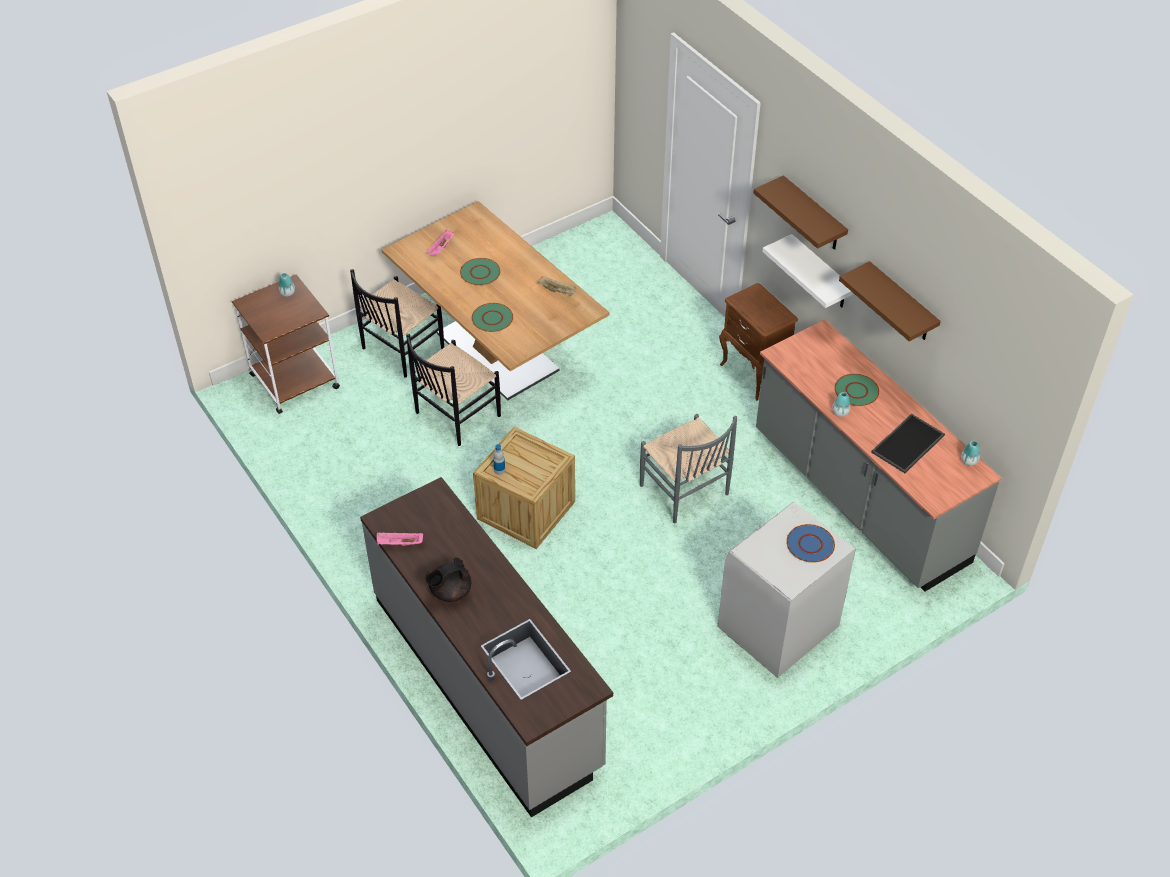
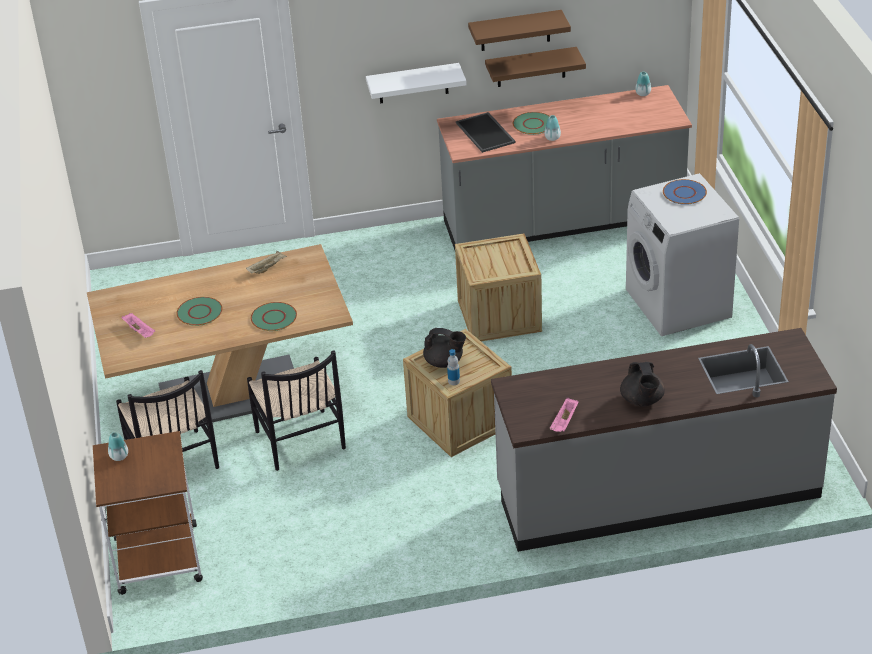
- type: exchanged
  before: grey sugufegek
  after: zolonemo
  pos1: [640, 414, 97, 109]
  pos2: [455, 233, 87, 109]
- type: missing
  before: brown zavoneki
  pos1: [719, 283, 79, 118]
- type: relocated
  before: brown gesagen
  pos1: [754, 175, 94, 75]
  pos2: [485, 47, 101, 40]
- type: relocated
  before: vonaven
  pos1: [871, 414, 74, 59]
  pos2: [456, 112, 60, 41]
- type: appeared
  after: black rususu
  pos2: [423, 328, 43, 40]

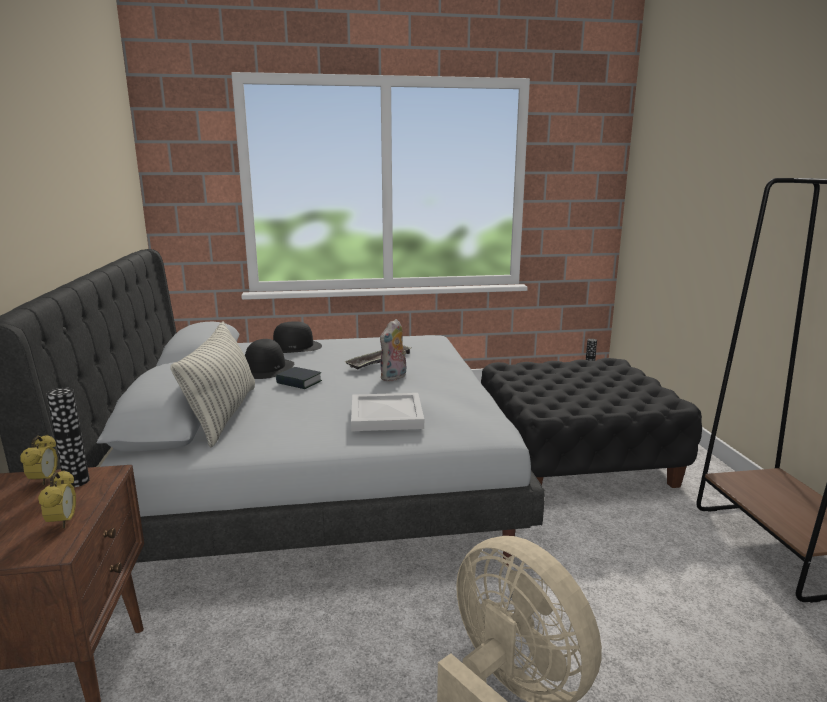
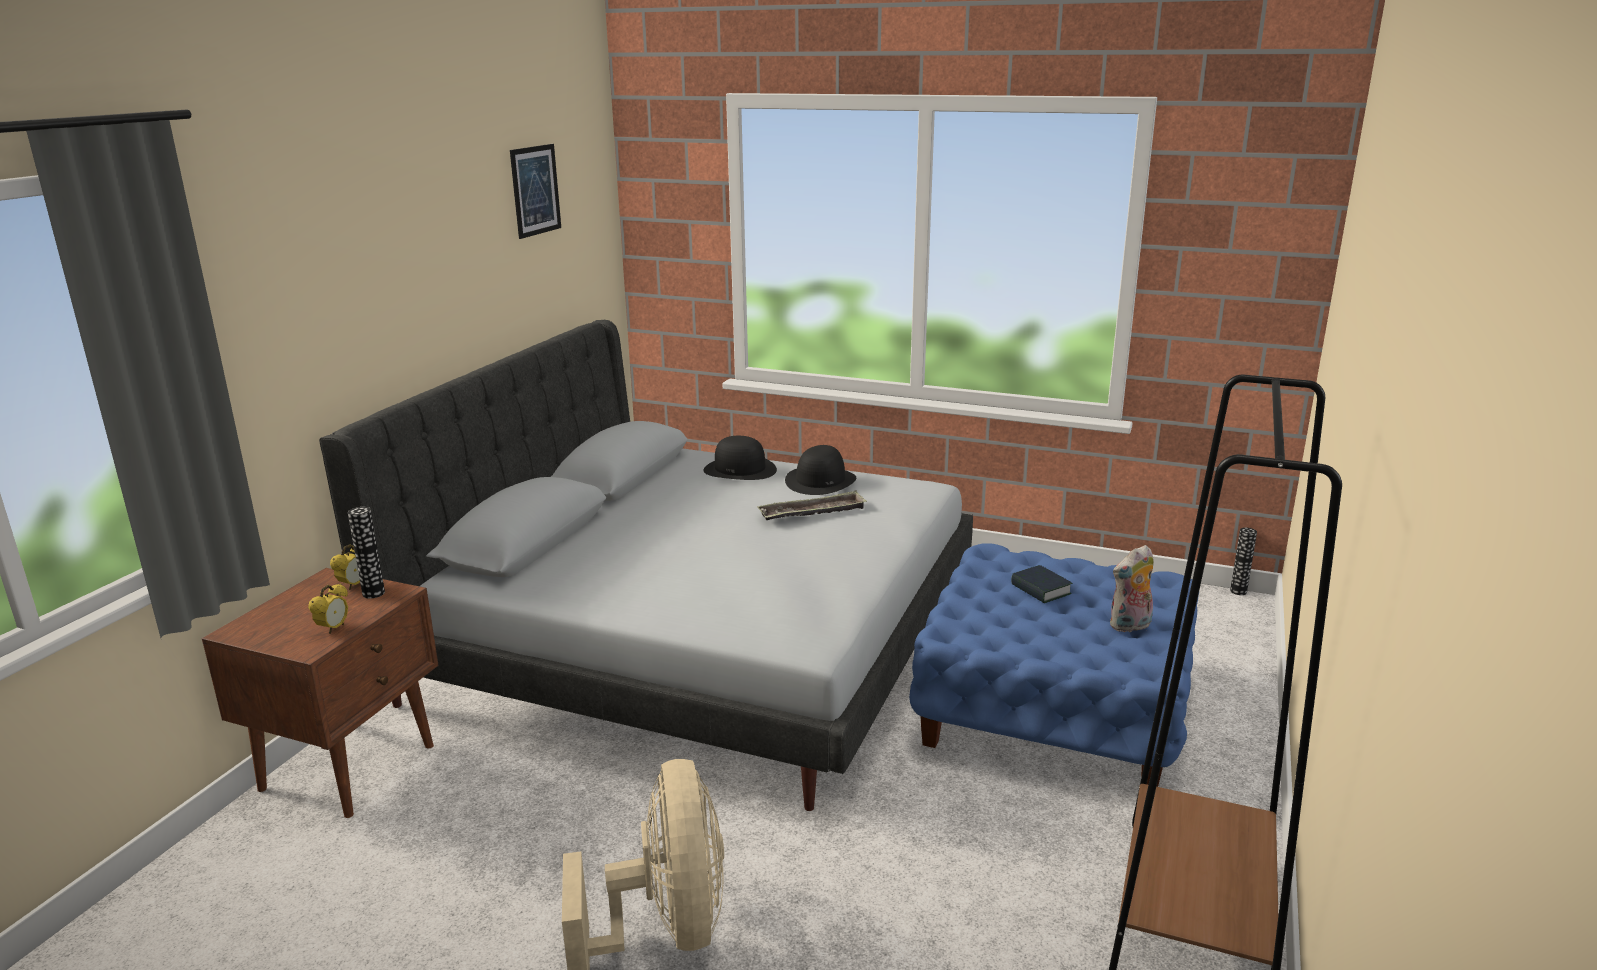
- type: missing
  before: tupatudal
  pos1: [170, 321, 85, 126]
- type: relocated
  before: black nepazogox
  pos1: [245, 339, 49, 40]
  pos2: [785, 445, 71, 50]
- type: relocated
  before: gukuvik
  pos1: [276, 367, 46, 22]
  pos2: [1011, 565, 61, 38]
- type: missing
  before: white vonaven
  pos1: [351, 393, 73, 38]
- type: relocated
  before: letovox
  pos1: [380, 319, 26, 63]
  pos2: [1110, 545, 44, 87]
- type: colour
  before: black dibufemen
  after: blue dibufemen
  pos1: [481, 358, 221, 130]
  pos2: [909, 543, 290, 244]
- type: appeared
  after: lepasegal
  pos2: [510, 144, 51, 95]

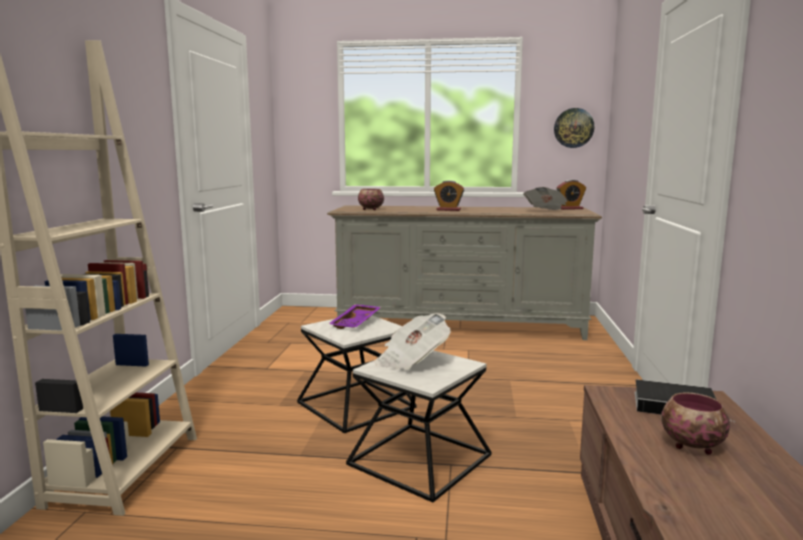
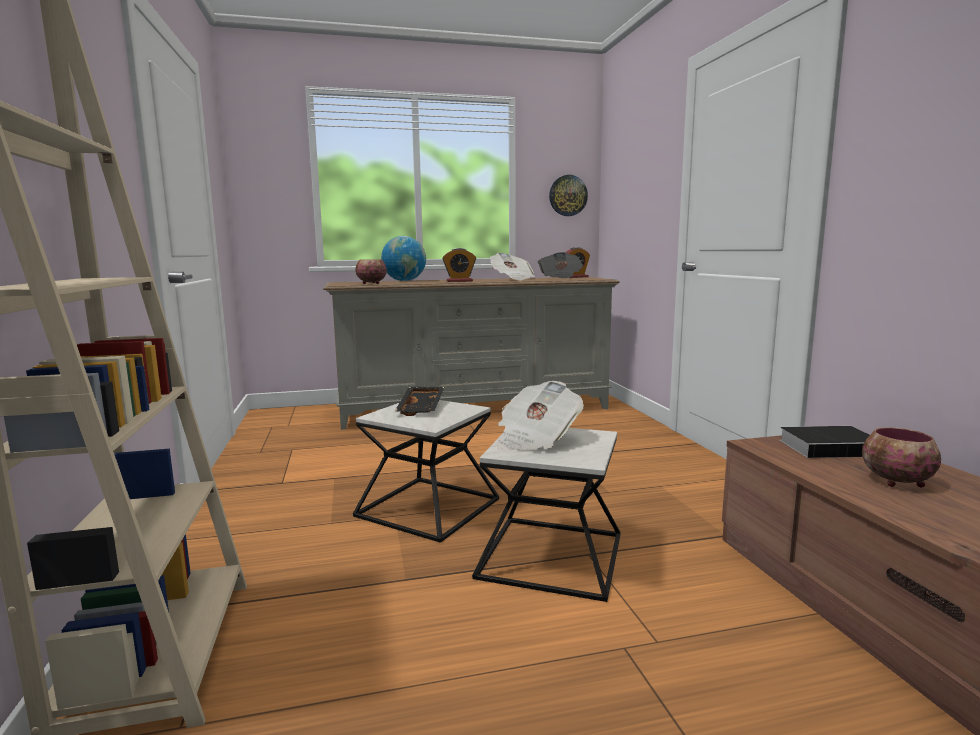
- type: colour
  before: purple vonaven
  after: black vonaven
  pos1: [329, 304, 52, 25]
  pos2: [394, 387, 50, 29]
- type: appeared
  after: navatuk
  pos2: [381, 236, 45, 45]
- type: appeared
  after: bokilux
  pos2: [490, 253, 45, 27]

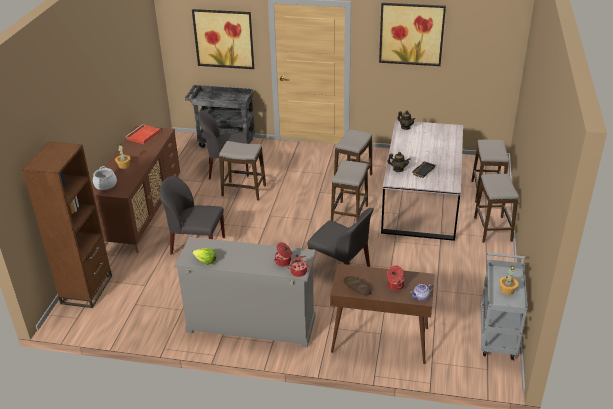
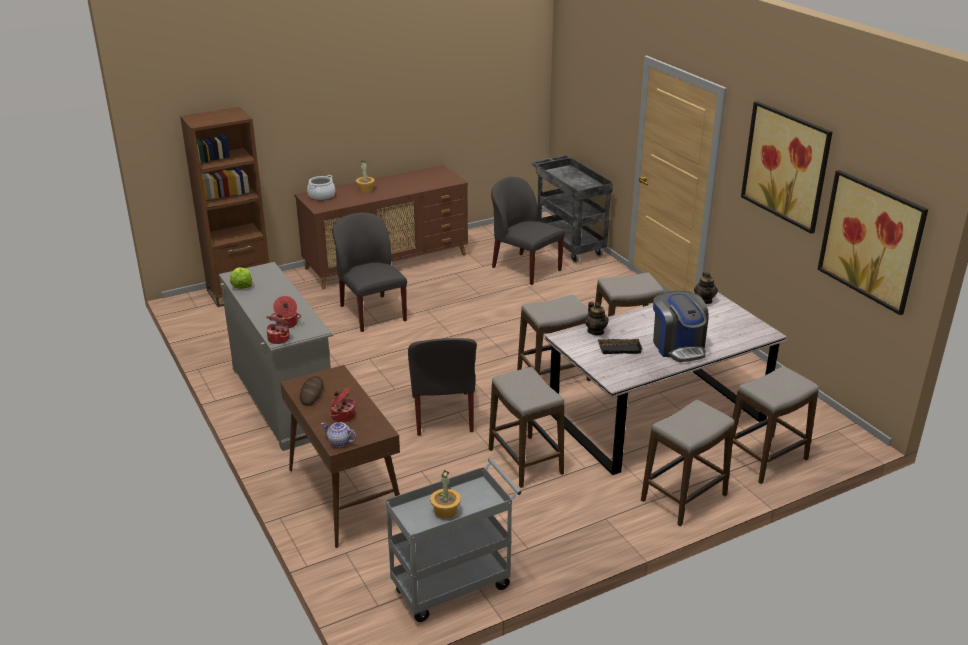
- type: missing
  before: red vonaven
  pos1: [126, 124, 35, 20]
- type: relocated
  before: lepasegal
  pos1: [192, 9, 62, 60]
  pos2: [818, 170, 110, 145]
- type: relocated
  before: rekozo
  pos1: [219, 141, 47, 59]
  pos2: [489, 367, 75, 121]
- type: appeared
  after: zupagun
  pos2: [653, 291, 56, 71]

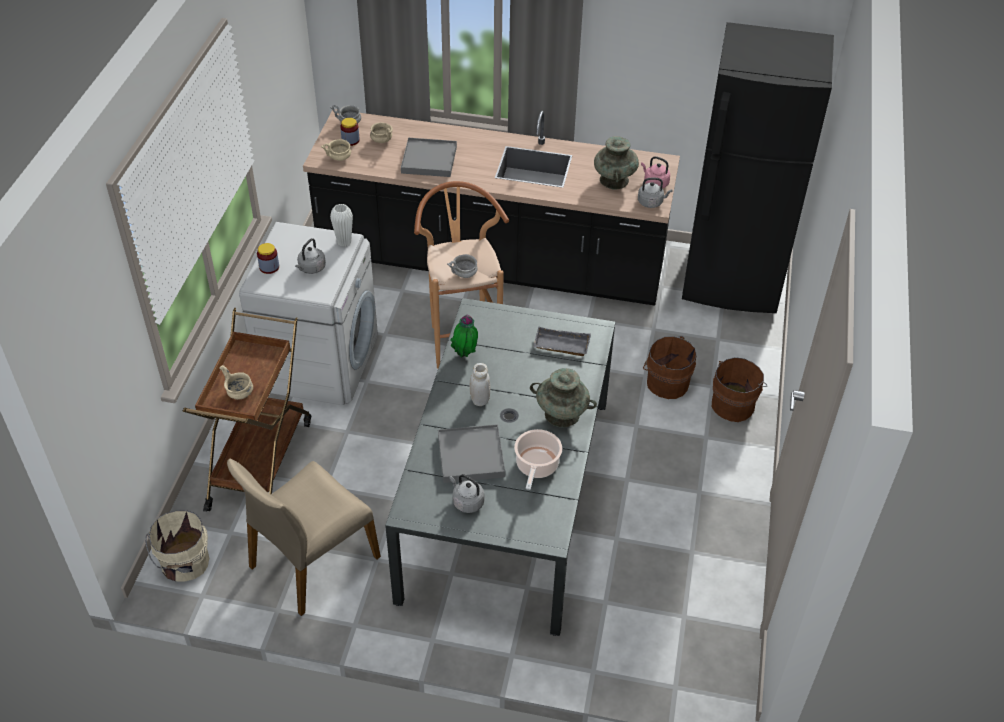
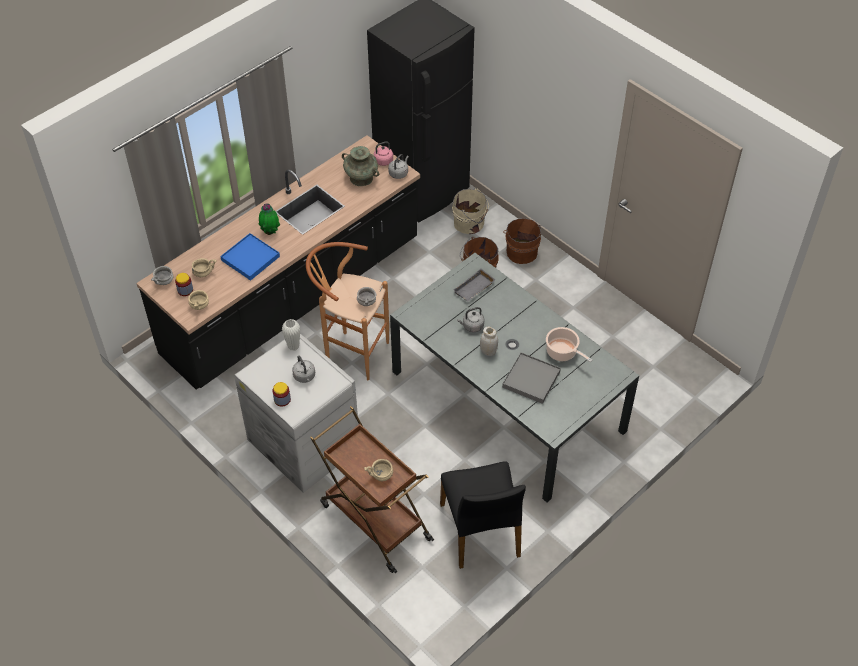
- type: relocated
  before: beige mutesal
  pos1: [145, 511, 64, 70]
  pos2: [452, 188, 37, 46]
- type: colour
  before: beige sugufegek
  after: black sugufegek
  pos1: [227, 459, 154, 157]
  pos2: [440, 461, 86, 108]
- type: colour
  before: grey vonaven
  after: blue vonaven
  pos1: [401, 138, 56, 39]
  pos2: [220, 233, 60, 48]
- type: relocated
  before: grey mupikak
  pos1: [449, 474, 36, 39]
  pos2: [457, 307, 27, 25]
- type: relocated
  before: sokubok
  pos1: [450, 314, 28, 44]
  pos2: [259, 203, 21, 32]
- type: missing
  before: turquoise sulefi
  pos1: [530, 368, 67, 60]

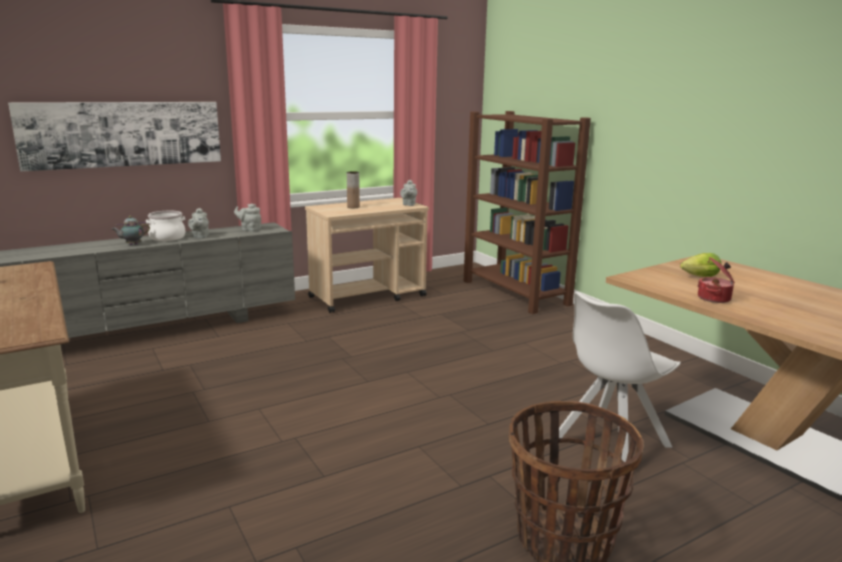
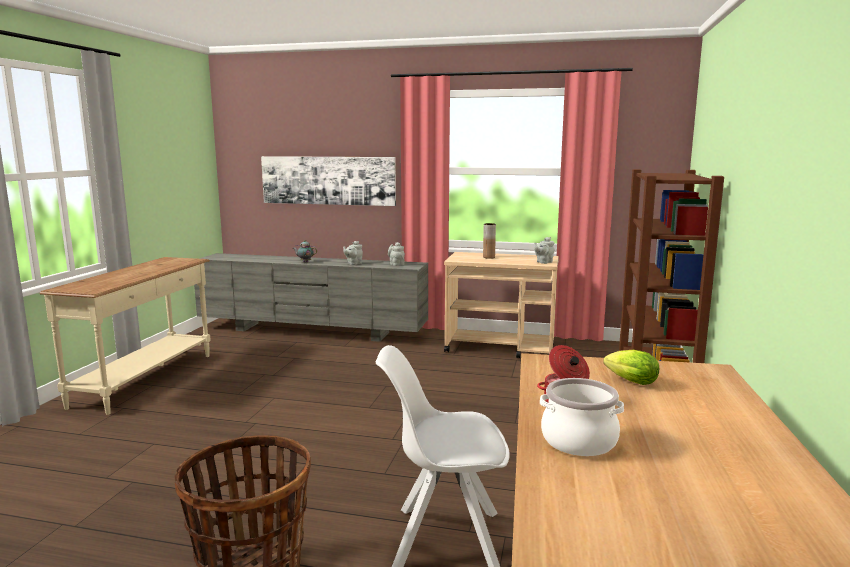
- type: relocated
  before: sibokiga
  pos1: [146, 211, 39, 30]
  pos2: [540, 378, 84, 78]

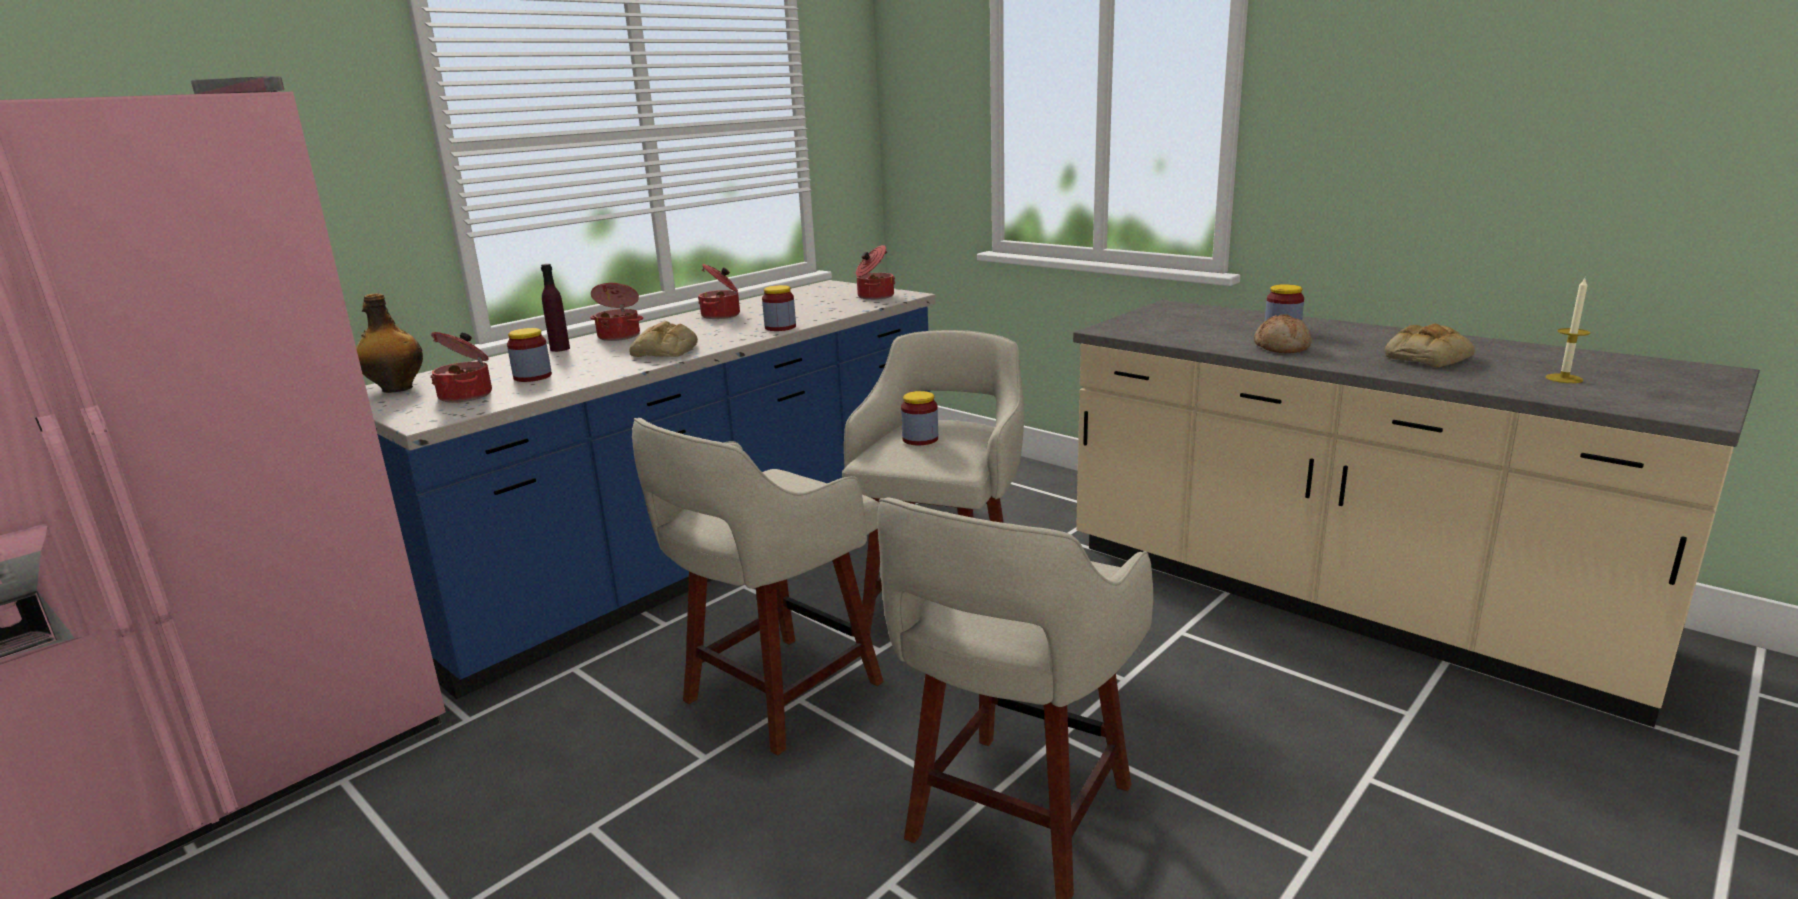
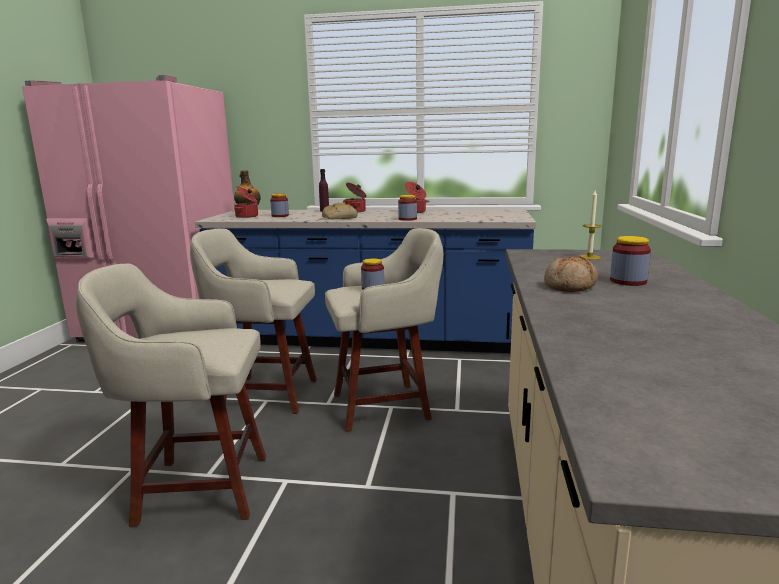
- type: missing
  before: sibokiga
  pos1: [856, 245, 39, 55]
- type: missing
  before: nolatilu
  pos1: [1385, 324, 90, 43]
- type: relocated
  before: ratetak
  pos1: [1546, 278, 44, 105]
  pos2: [580, 190, 22, 70]

